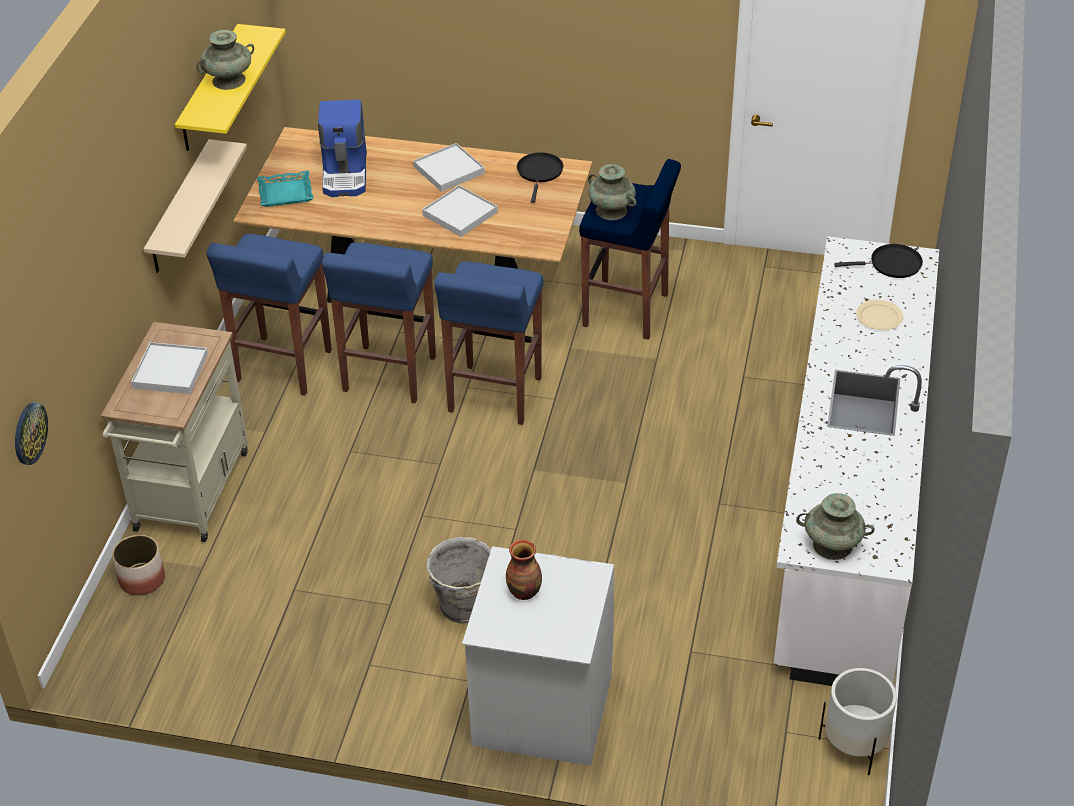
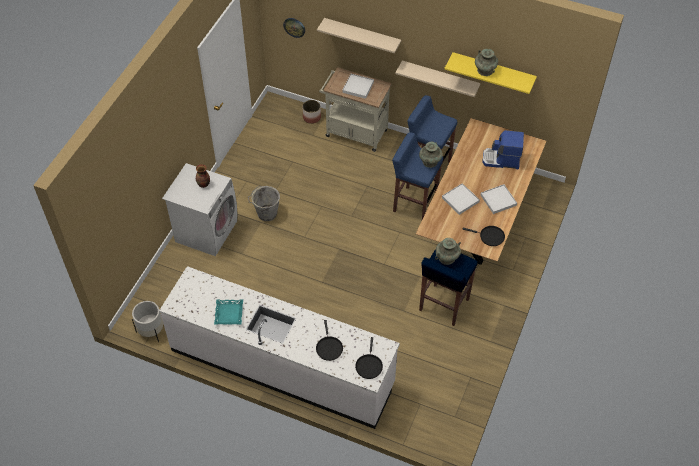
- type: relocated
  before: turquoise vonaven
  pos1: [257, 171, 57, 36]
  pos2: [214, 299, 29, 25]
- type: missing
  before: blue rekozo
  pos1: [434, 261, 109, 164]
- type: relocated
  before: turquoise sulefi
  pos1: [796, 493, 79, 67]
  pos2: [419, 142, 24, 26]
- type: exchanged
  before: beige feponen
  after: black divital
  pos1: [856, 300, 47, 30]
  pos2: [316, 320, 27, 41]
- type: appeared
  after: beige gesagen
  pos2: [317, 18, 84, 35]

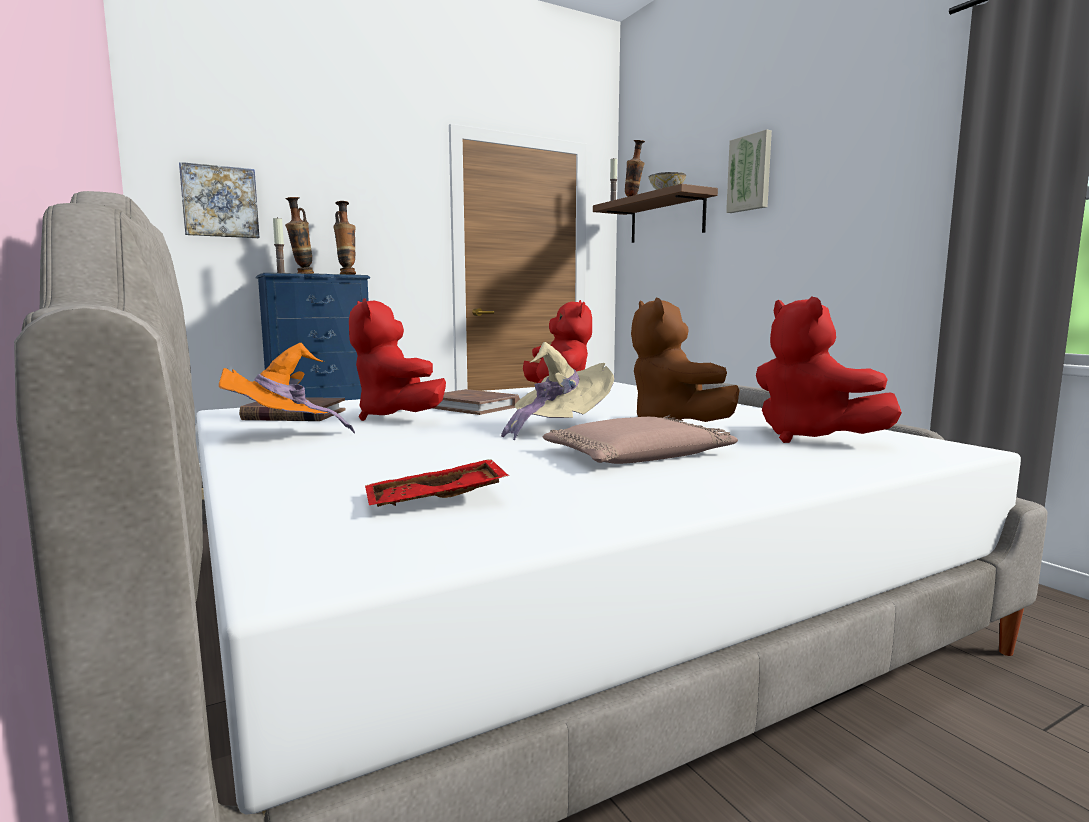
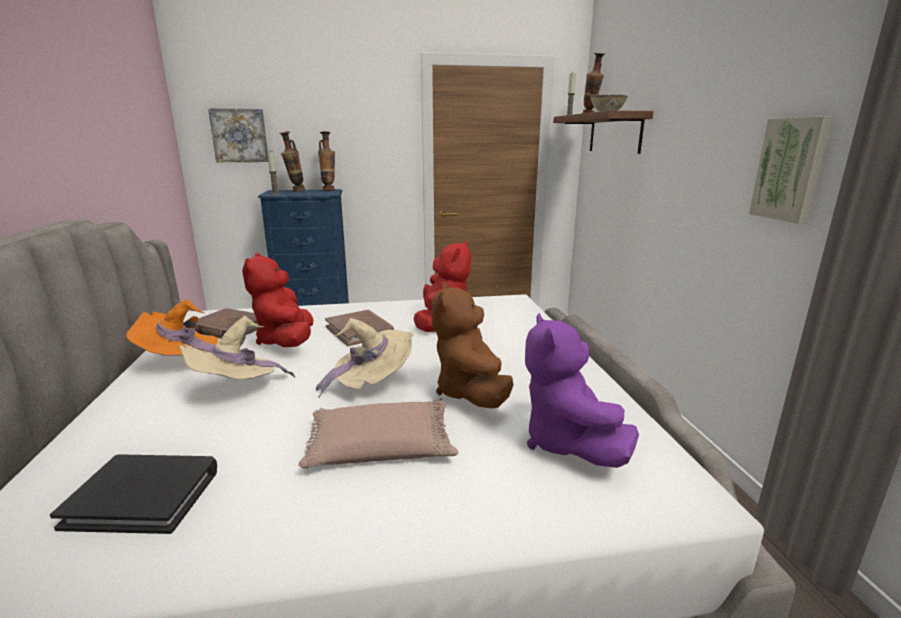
- type: exchanged
  before: red vonaven
  after: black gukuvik
  pos1: [365, 459, 144, 48]
  pos2: [50, 454, 167, 80]
- type: relocated
  before: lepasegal
  pos1: [726, 129, 46, 84]
  pos2: [749, 116, 84, 108]
- type: colour
  before: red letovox
  after: purple letovox
  pos1: [756, 297, 146, 146]
  pos2: [525, 313, 114, 155]
- type: appeared
  after: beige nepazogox
  pos2: [178, 316, 117, 63]

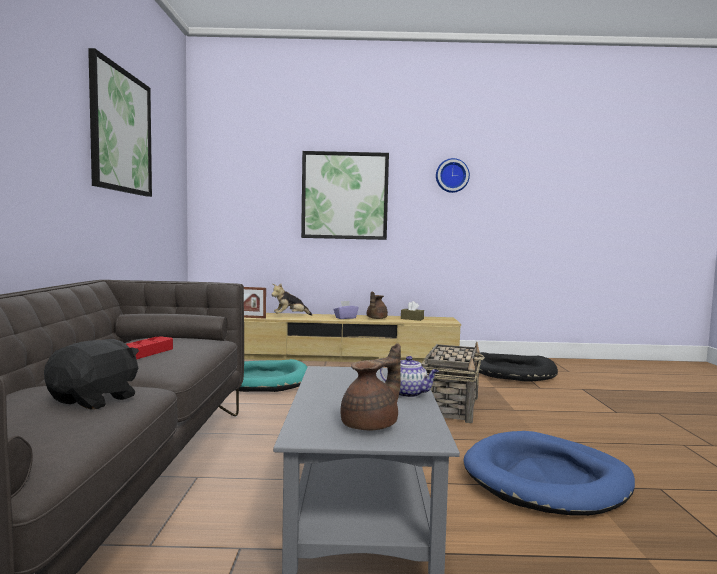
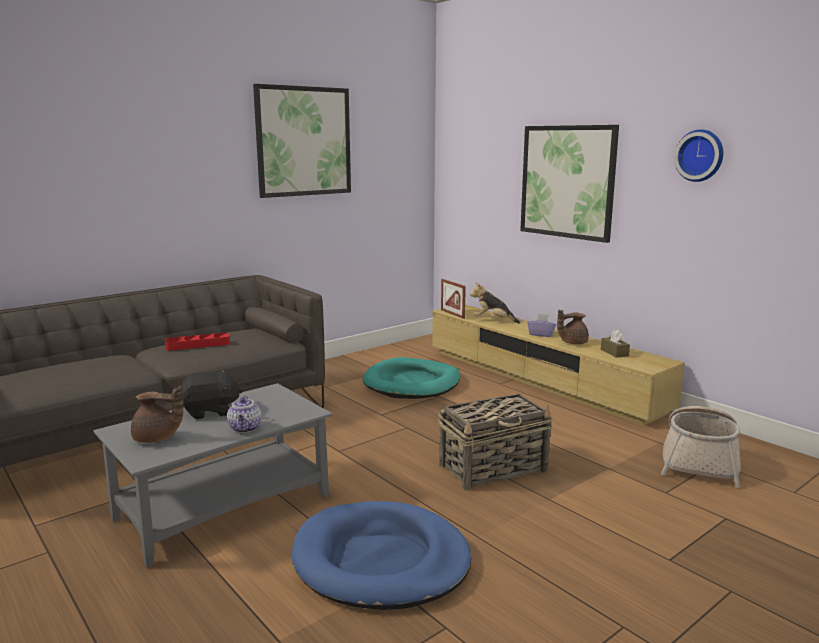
- type: relocated
  before: black letovox
  pos1: [44, 339, 95, 71]
  pos2: [181, 370, 62, 49]
- type: exchanged
  before: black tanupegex
  after: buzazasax
  pos1: [479, 352, 79, 30]
  pos2: [661, 406, 80, 82]

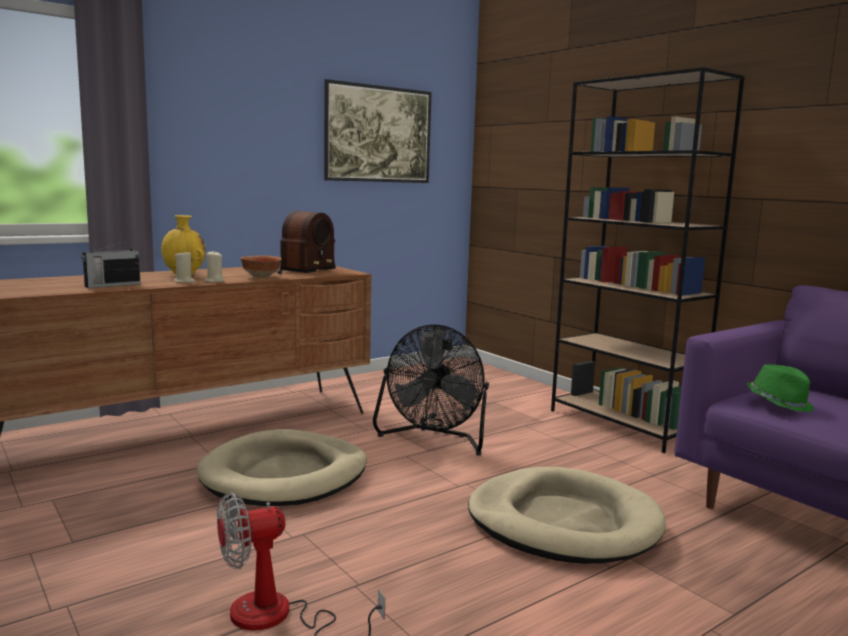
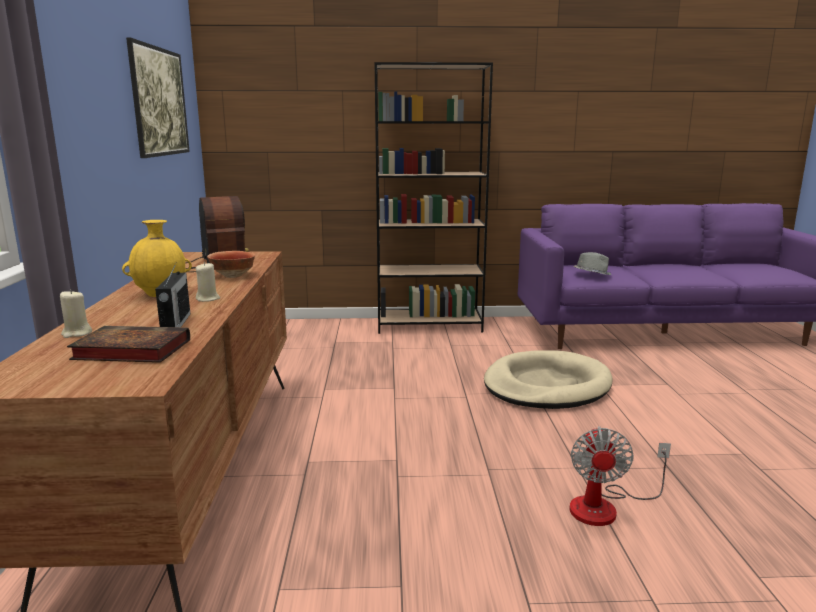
- type: missing
  before: beige tanupegex
  pos1: [196, 429, 171, 77]
- type: relocated
  before: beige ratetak
  pos1: [204, 252, 21, 30]
  pos2: [60, 290, 32, 48]
- type: missing
  before: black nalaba
  pos1: [373, 325, 116, 131]
- type: colour
  before: green nepazogox
  after: grey nepazogox
  pos1: [747, 364, 67, 48]
  pos2: [573, 252, 39, 23]
- type: appeared
  after: gukuvik
  pos2: [67, 326, 123, 37]

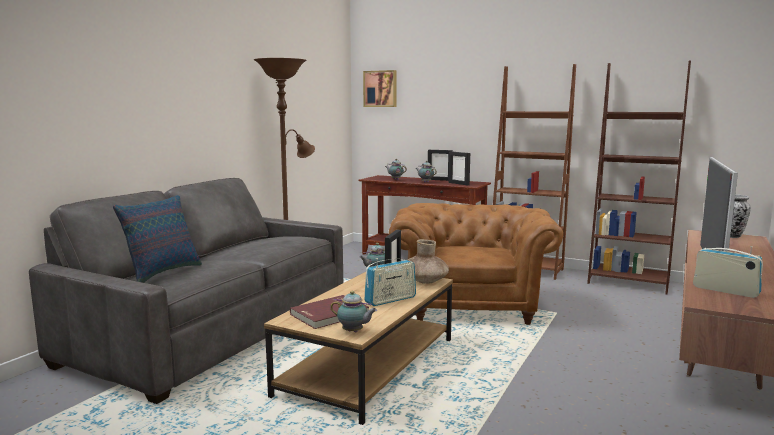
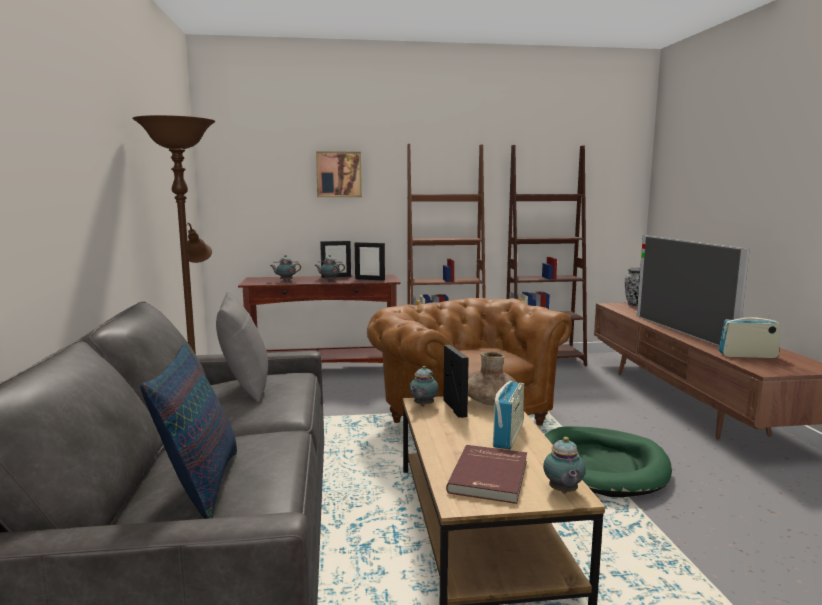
- type: spun
  before: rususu
  pos1: [330, 291, 47, 41]
  pos2: [543, 437, 43, 57]
  turn: 105
- type: relocated
  before: lepasegal
  pos1: [363, 70, 33, 37]
  pos2: [316, 151, 46, 46]
- type: appeared
  after: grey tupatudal
  pos2: [216, 292, 52, 110]
- type: appeared
  after: green tanupegex
  pos2: [545, 426, 127, 71]

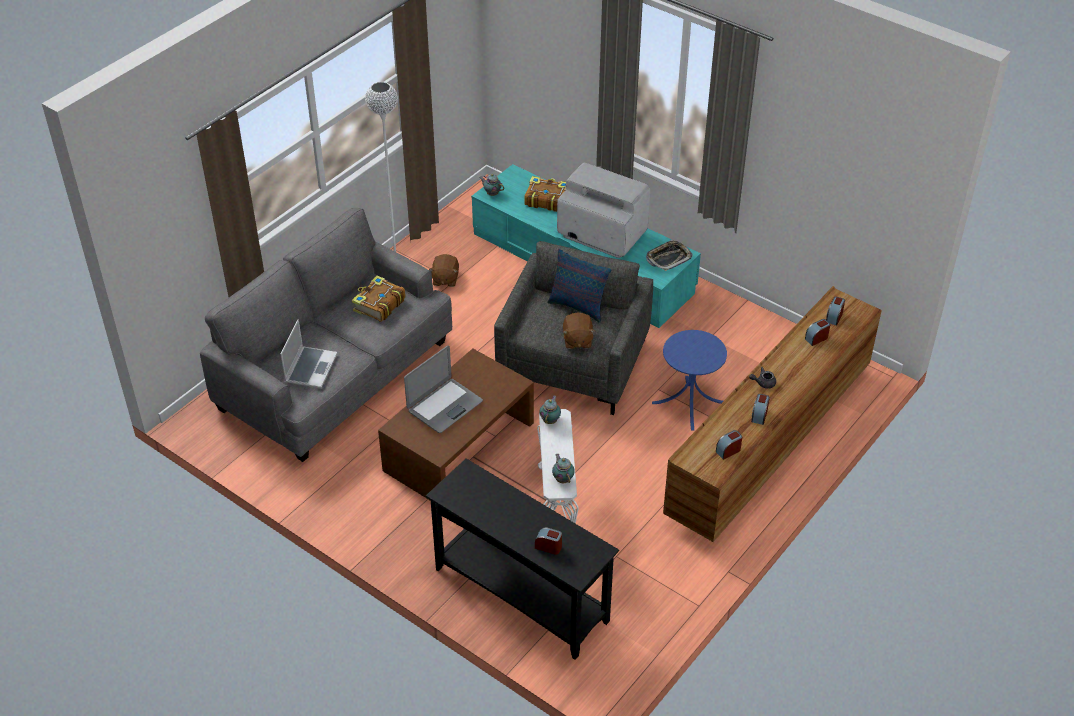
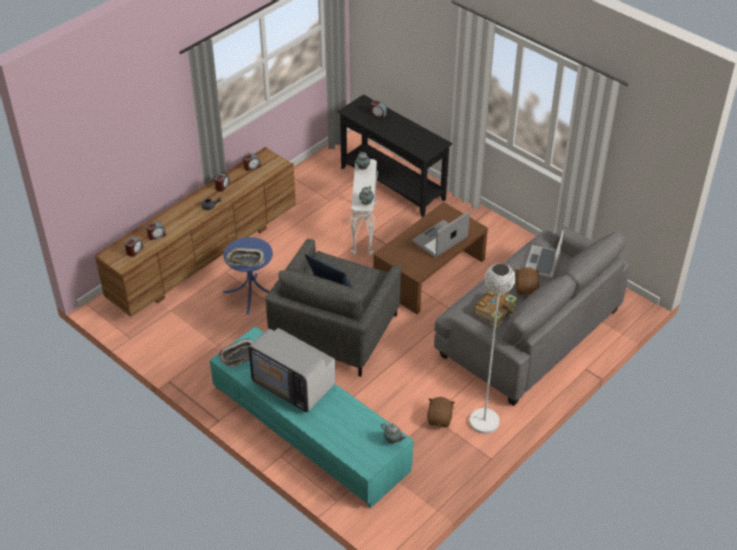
- type: missing
  before: gukuvik
  pos1: [524, 176, 42, 36]
- type: relocated
  before: brown letovox
  pos1: [563, 313, 32, 36]
  pos2: [515, 267, 25, 28]
- type: appeared
  after: vonaven
  pos2: [226, 248, 39, 19]

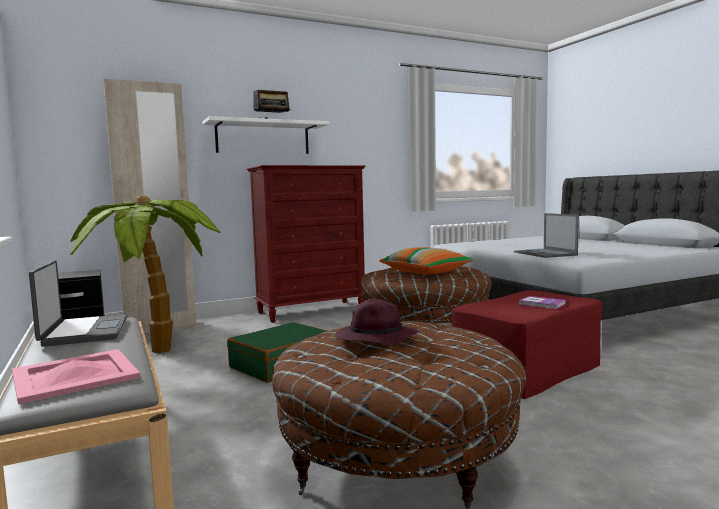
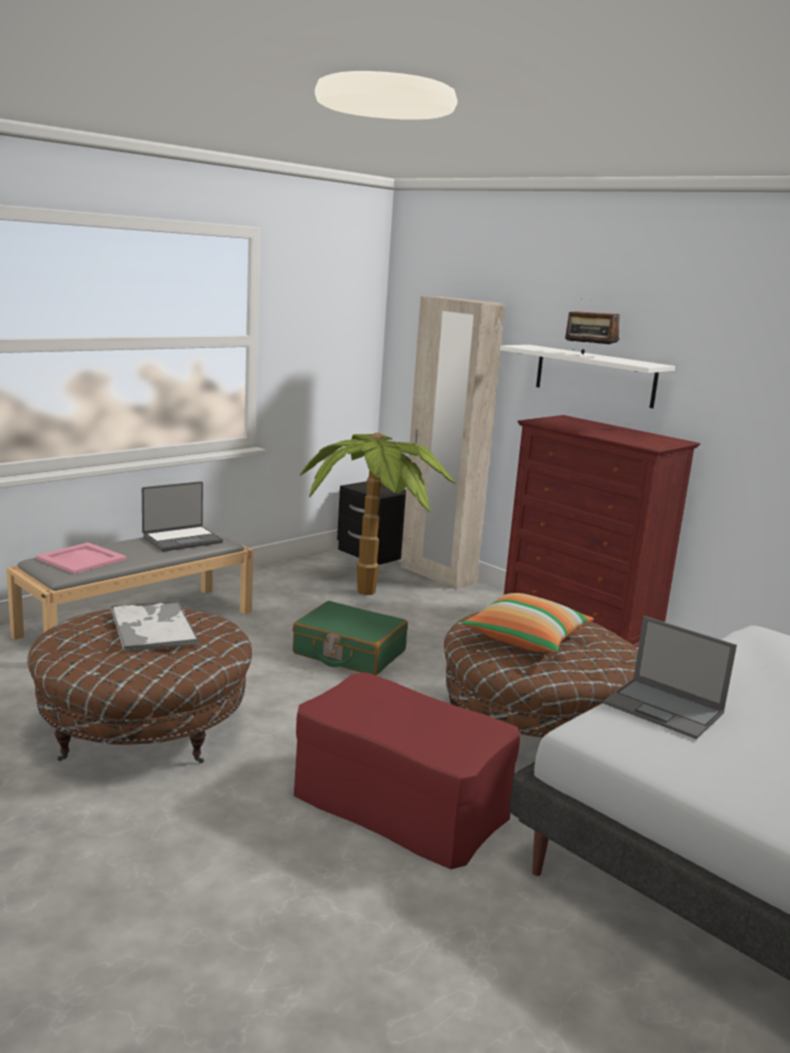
- type: exchanged
  before: purple nepazogox
  after: vonaven
  pos1: [335, 299, 83, 47]
  pos2: [111, 600, 88, 52]
- type: spun
  before: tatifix
  pos1: [514, 213, 65, 45]
  pos2: [603, 616, 134, 123]
  turn: -105
- type: missing
  before: gukuvik
  pos1: [519, 296, 47, 13]

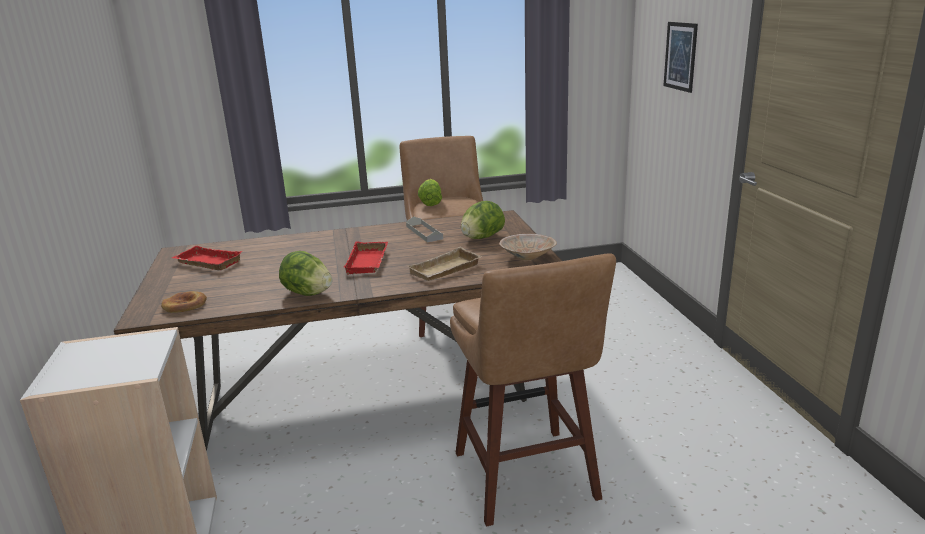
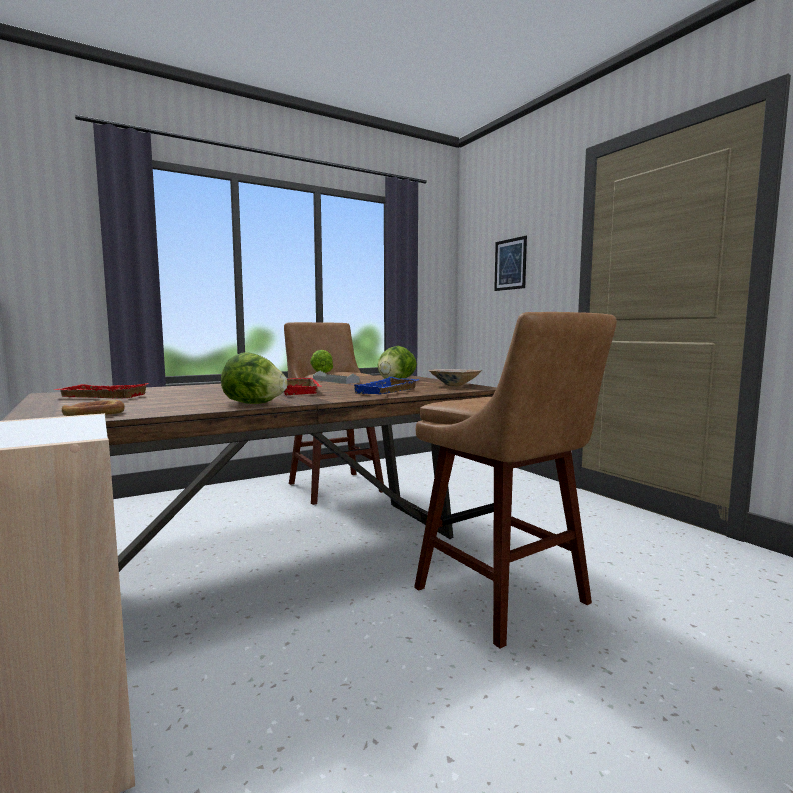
- type: colour
  before: beige vonaven
  after: blue vonaven
  pos1: [408, 247, 74, 34]
  pos2: [354, 377, 66, 17]

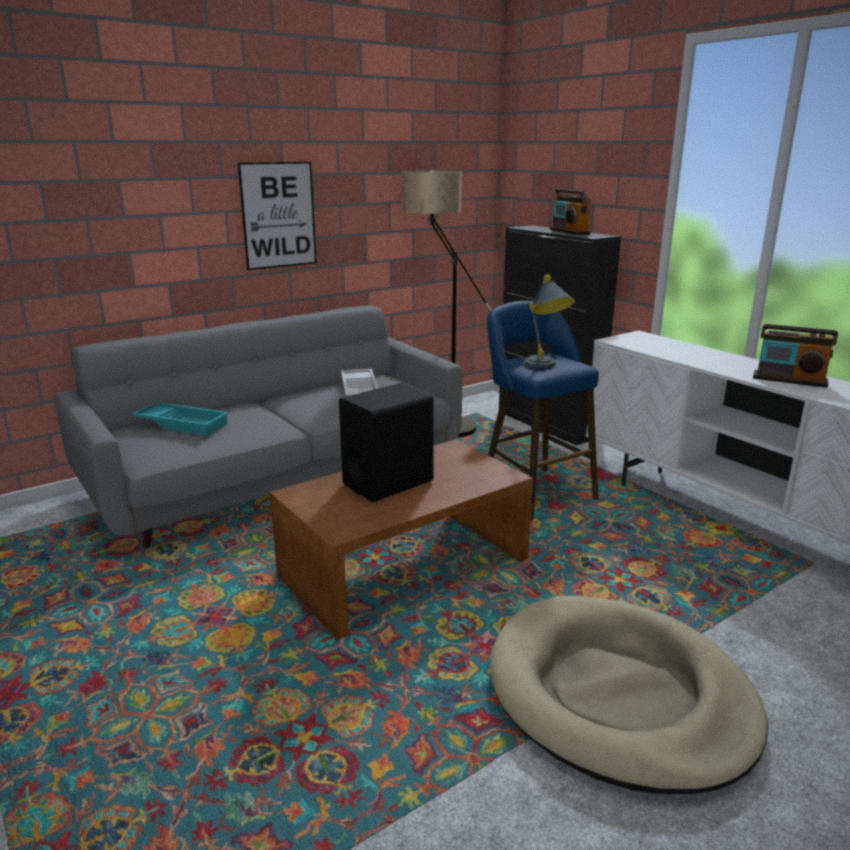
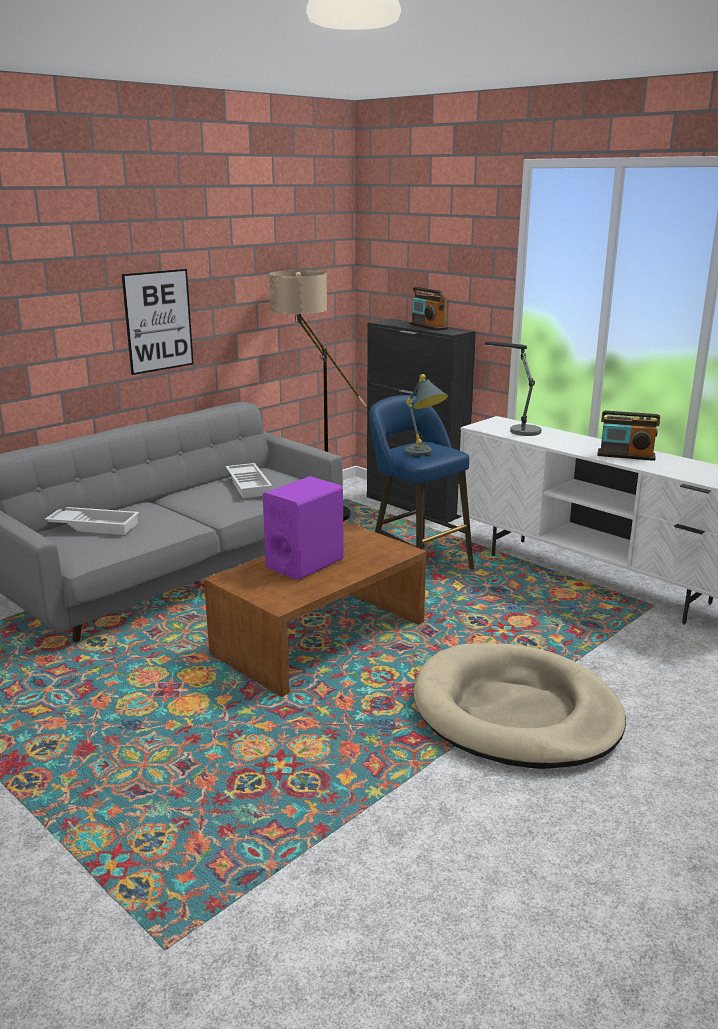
- type: colour
  before: turquoise vonaven
  after: white vonaven
  pos1: [131, 403, 98, 33]
  pos2: [45, 507, 94, 28]
- type: colour
  before: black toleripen
  after: purple toleripen
  pos1: [339, 383, 95, 119]
  pos2: [263, 476, 81, 104]
- type: appeared
  after: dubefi
  pos2: [485, 341, 56, 95]

